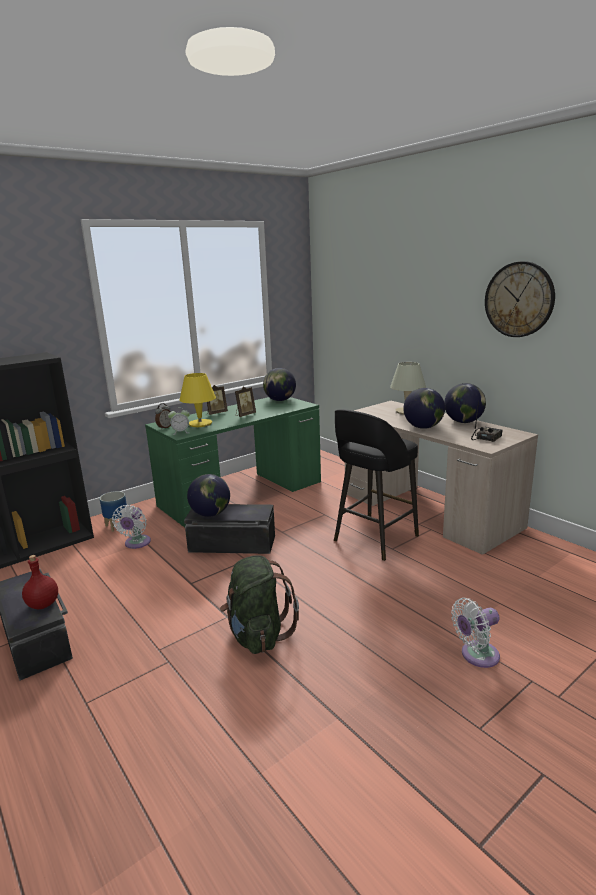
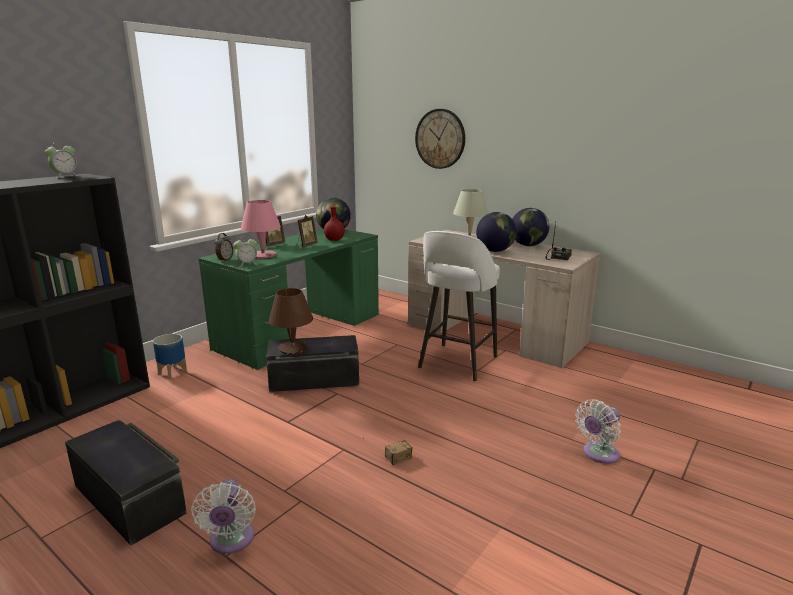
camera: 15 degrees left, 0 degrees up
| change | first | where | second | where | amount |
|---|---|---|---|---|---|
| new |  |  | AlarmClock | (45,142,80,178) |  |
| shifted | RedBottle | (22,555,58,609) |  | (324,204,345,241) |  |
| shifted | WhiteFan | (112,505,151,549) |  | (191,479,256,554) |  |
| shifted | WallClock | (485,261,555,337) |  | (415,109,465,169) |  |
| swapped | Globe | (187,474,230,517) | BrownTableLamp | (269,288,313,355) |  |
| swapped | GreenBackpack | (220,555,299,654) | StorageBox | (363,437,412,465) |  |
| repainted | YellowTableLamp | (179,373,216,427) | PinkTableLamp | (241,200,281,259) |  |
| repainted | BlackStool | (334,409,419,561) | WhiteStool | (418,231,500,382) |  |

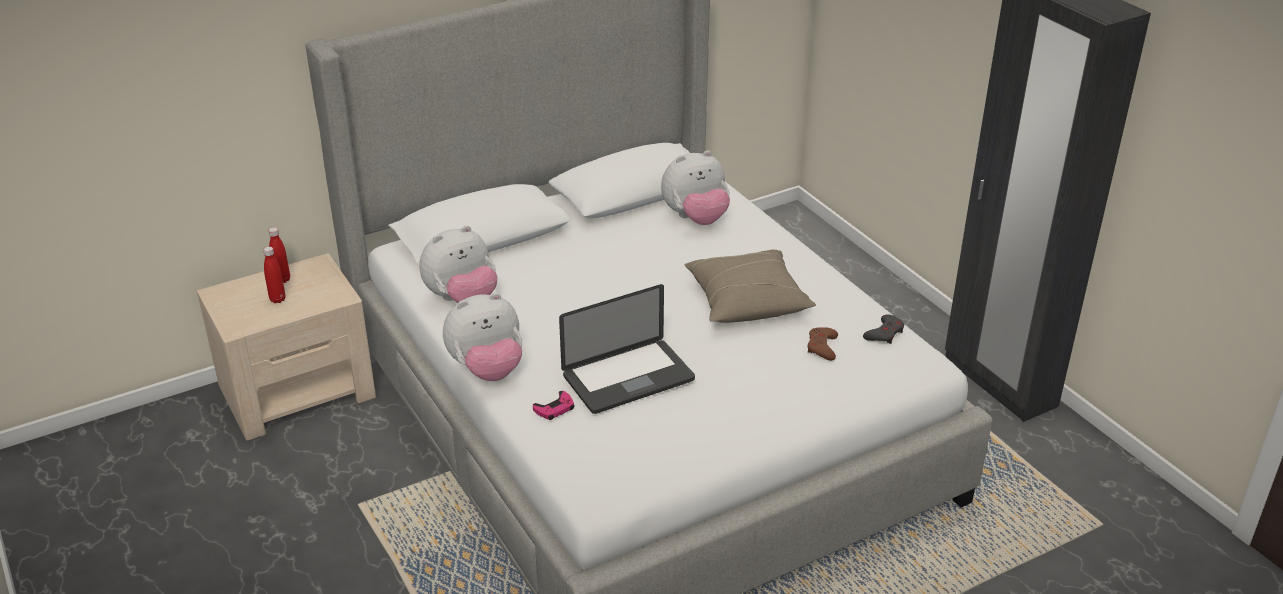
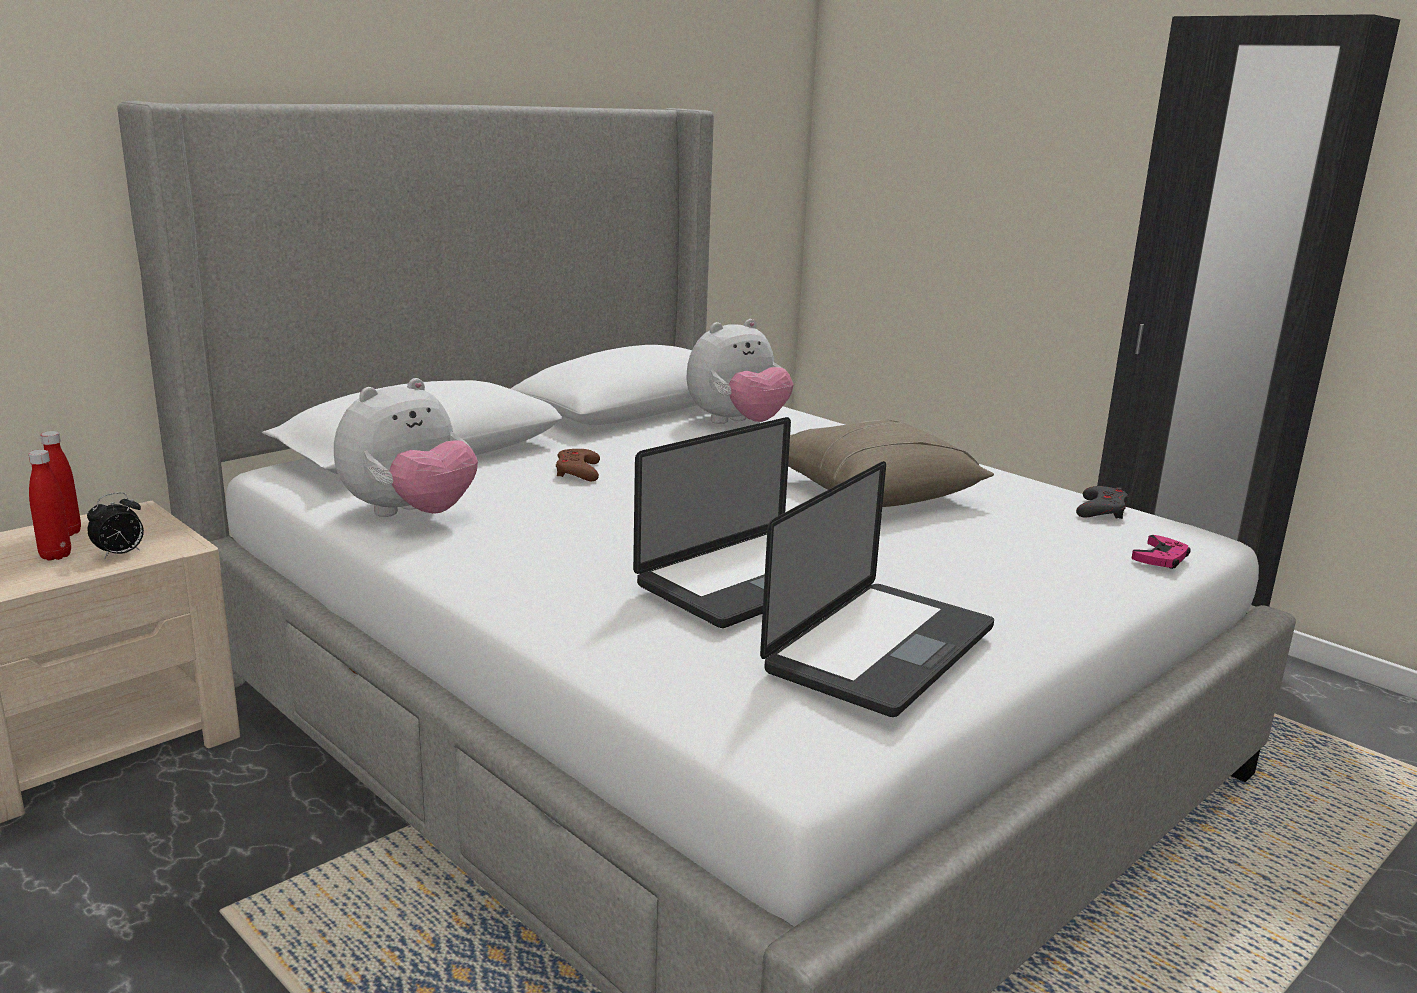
camera: 15 degrees left, 15 degrees down
| change | first | where | second | where | amount |
|---|---|---|---|---|---|
| gone | PlushToy | (443,293,522,381) |  |  |  |
| new |  |  | AlarmClock | (87,492,144,560) |  |
| new |  |  | Laptop | (760,461,994,717) |  |
| shifted | PinkGameController | (533,391,574,420) |  | (1132,535,1191,569) |  |
| shifted | BrownGameController | (807,327,838,361) |  | (556,449,600,481) |  |

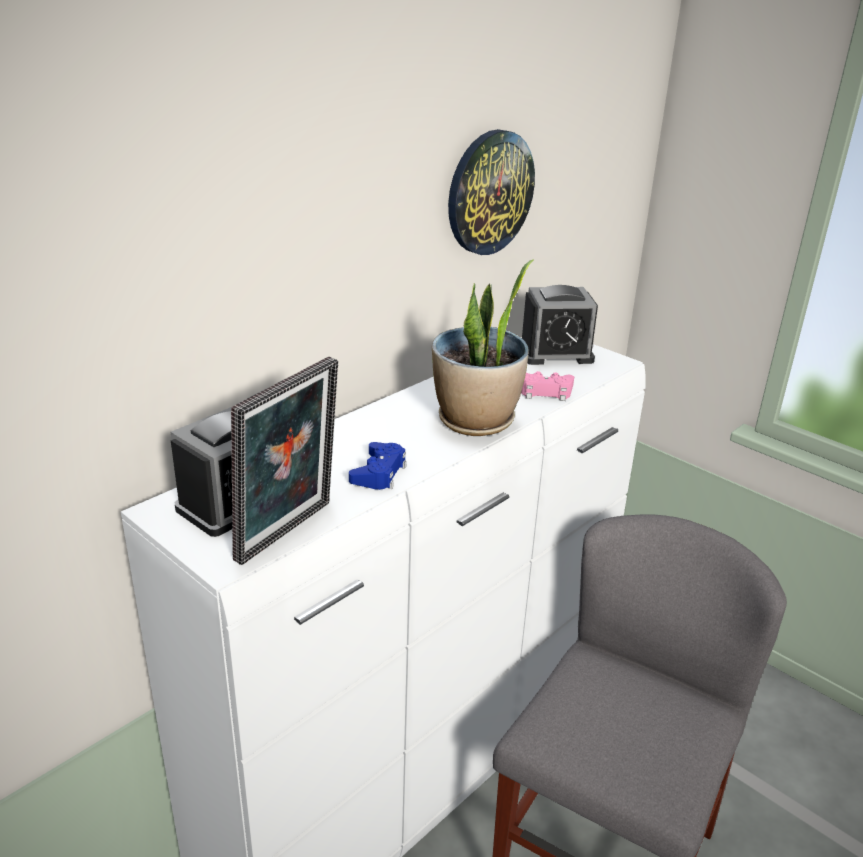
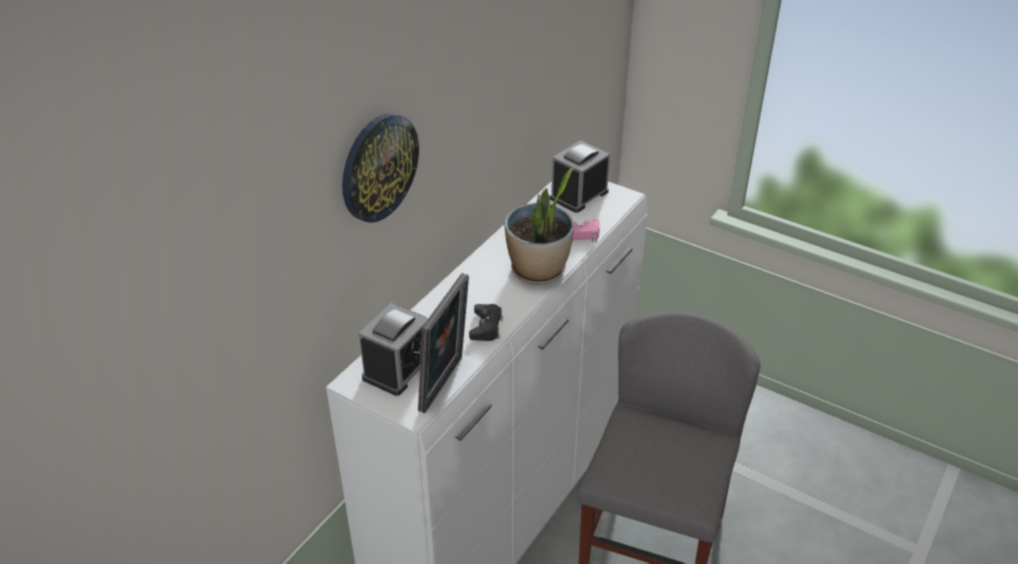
camera: 10 degrees left, 10 degrees up
| change | first | where | second | where | amount |
|---|---|---|---|---|---|
| shifted | WallClock | (448,129,535,255) |  | (342,113,419,223) |  |
| repainted | BlueGameController | (349,442,407,490) | BlackGameController | (469,304,503,341) |  |
| rotated | AlarmClock | (522,285,598,365) |  | (550,140,610,213) | 150 degrees clockwise |

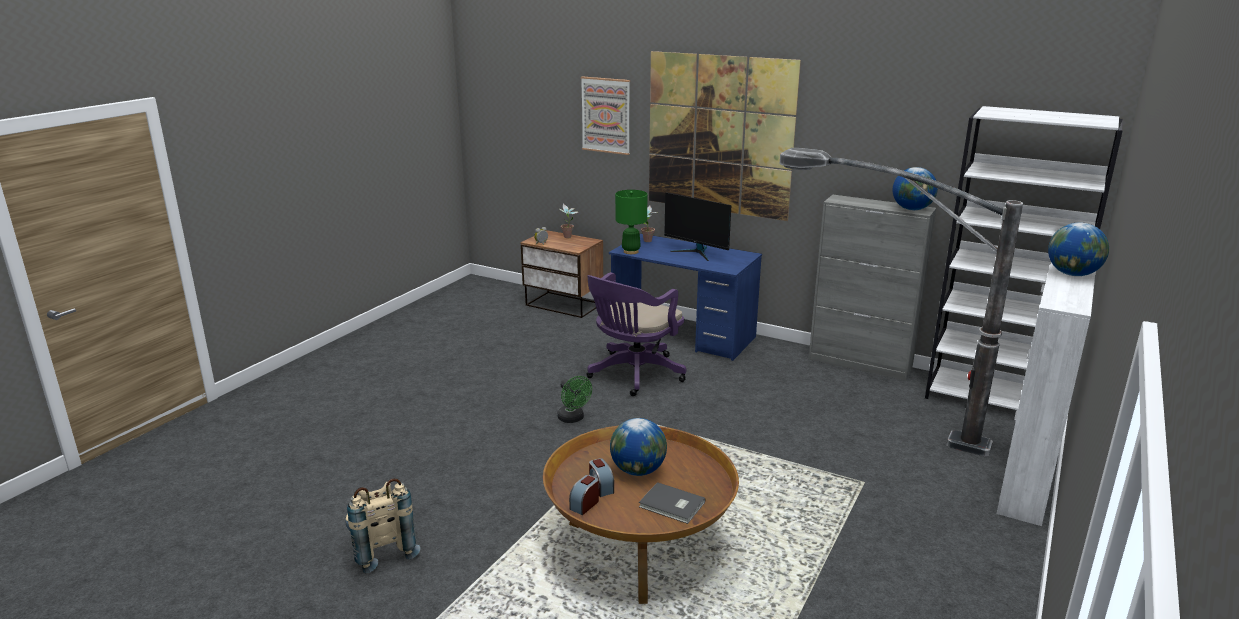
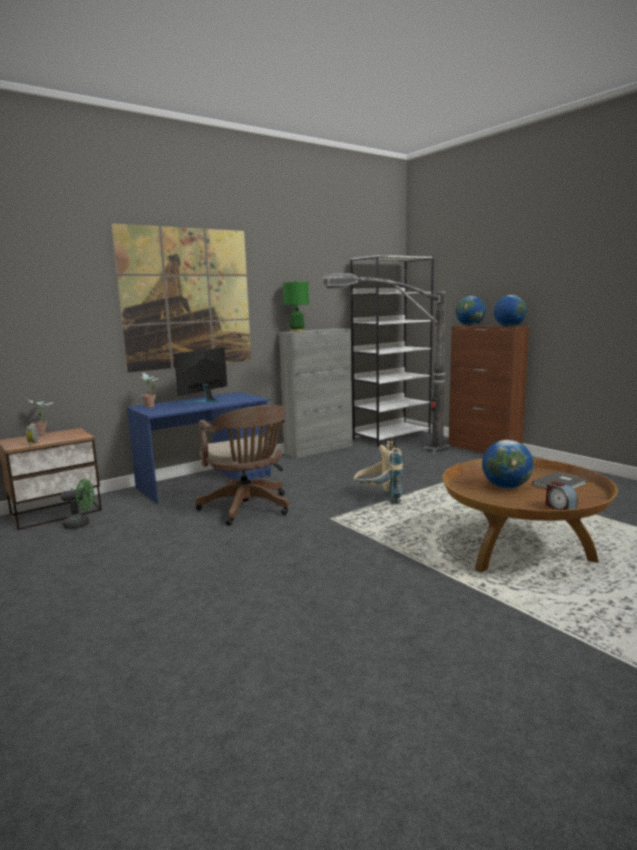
camera: 65 degrees left, 10 degrees down
| change | first | where | second | where | amount |
|---|---|---|---|---|---|
| gone | Picture | (581,76,630,155) |  |  |  |
| gone | AlarmClock | (589,458,614,497) |  |  |  |
| shifted | BeigeBackpack | (345,478,420,573) |  | (354,437,403,504) |  |
| shifted | GreenFan | (557,376,592,423) |  | (61,479,94,529) |  |
| shifted | GreenTableLamp | (615,190,648,254) |  | (283,280,309,332) |  |
| shifted | Globe | (893,167,938,210) |  | (494,295,527,327) |  |
| repainted | PurpleOfficeChair | (586,272,686,396) | BrownOfficeChair | (195,405,289,526) |  |
| repainted | WhiteCabinet | (997,264,1096,526) | BrownCabinet | (449,325,529,453) |  |
| rotated | Monitor | (664,192,731,261) |  | (174,347,227,403) | 150 degrees clockwise |

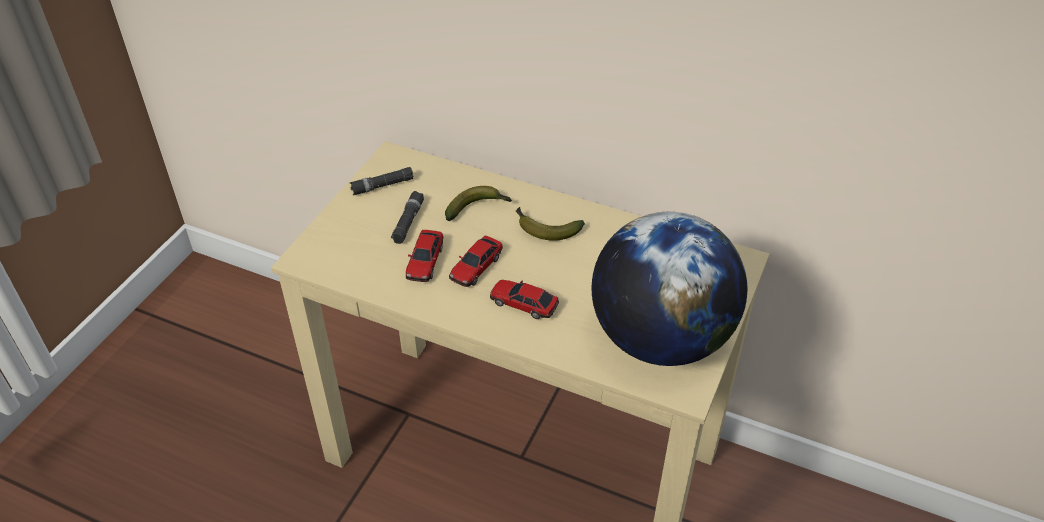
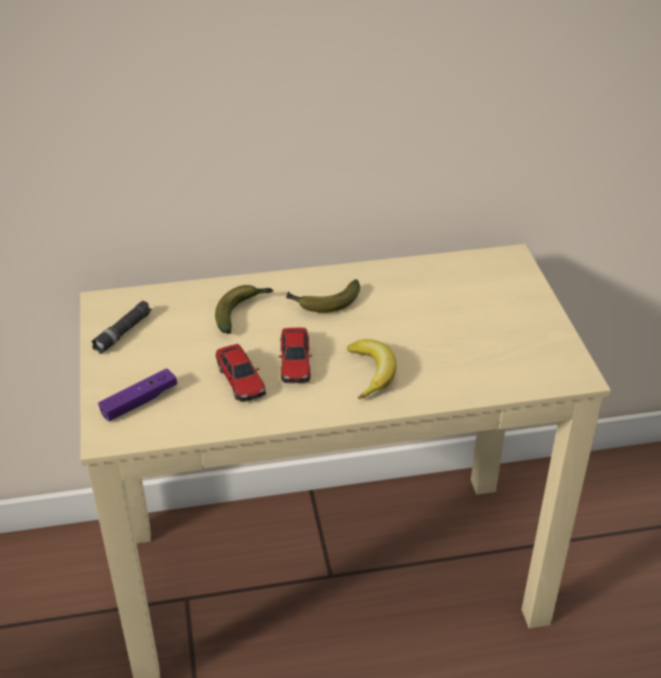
camera: 35 degrees left, 5 degrees down
| change | first | where | second | where | amount |
|---|---|---|---|---|---|
| gone | BlackFlashlight | (391,191,424,244) |  |  |  |
| gone | Globe | (592,212,748,366) |  |  |  |
| new |  |  | PurpleGameController | (98,368,177,421) |  |
| swapped | ToyCar | (490,280,559,319) | Banana | (347,339,397,399) |  |

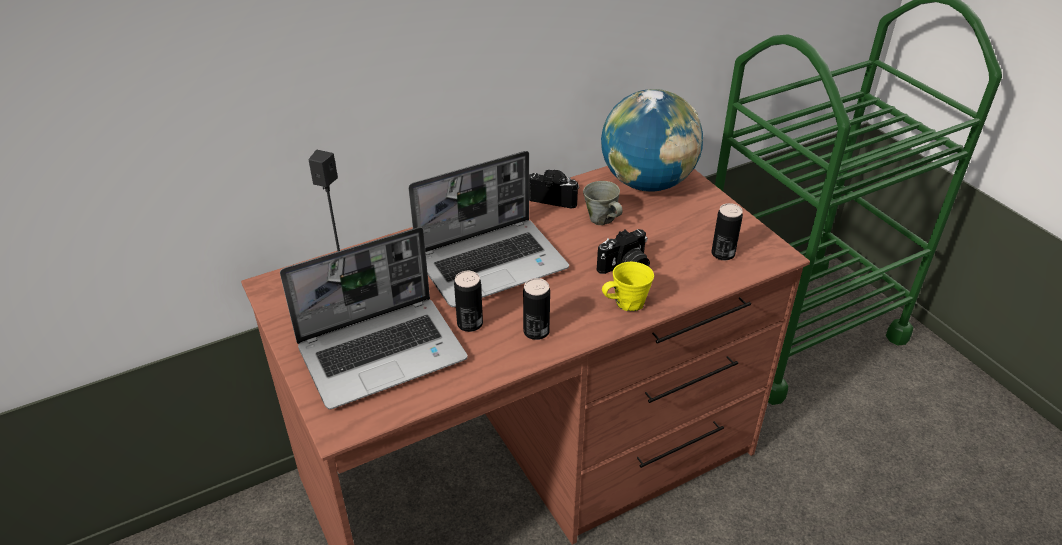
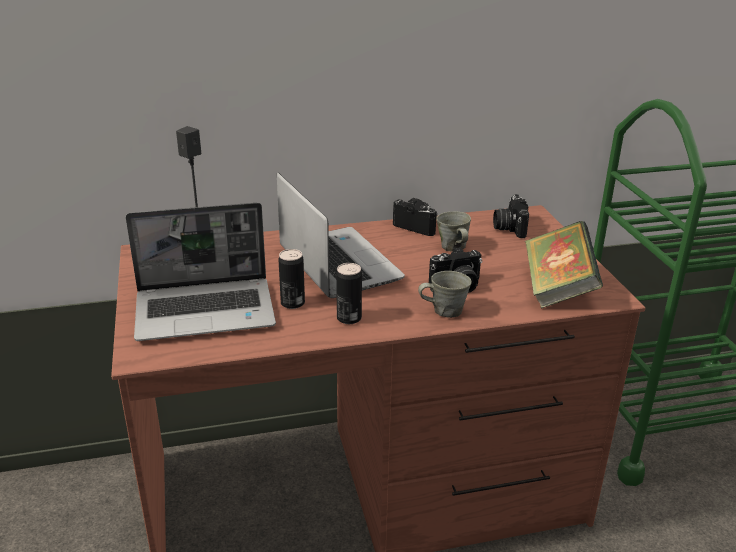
camera: 15 degrees right, 10 degrees down
| change | first | where | second | where | amount |
|---|---|---|---|---|---|
| swapped | Globe | (601,89,703,192) | PhotoCamera | (493,194,529,238) |  |
| swapped | Can | (711,203,743,260) | Book | (525,221,603,309) |  |
| repainted | YellowMug | (602,262,654,311) | GreyMug | (418,271,471,318) |  |
| rotated | Laptop | (408,151,569,307) |  | (277,172,405,298) | 105 degrees counterclockwise |

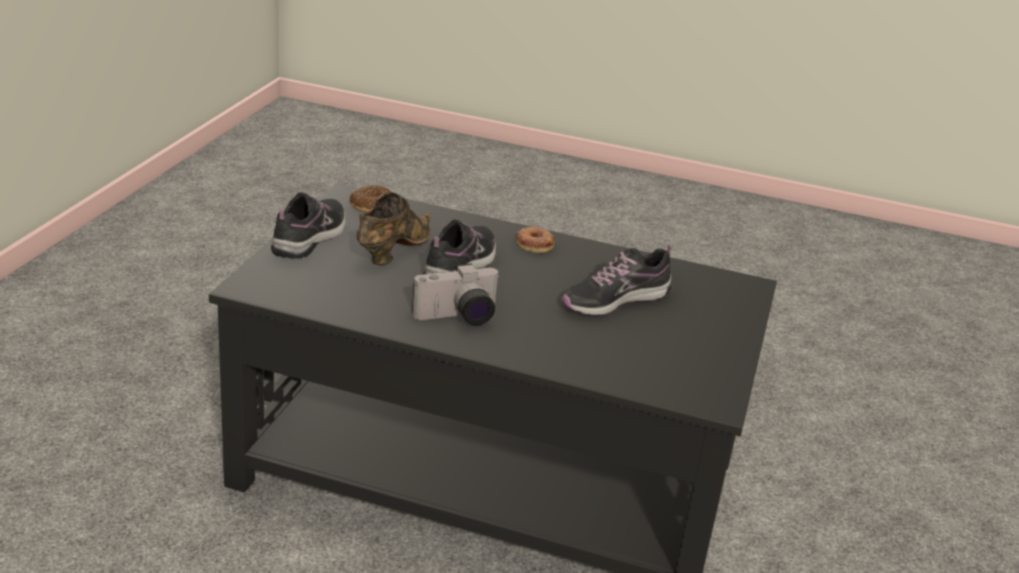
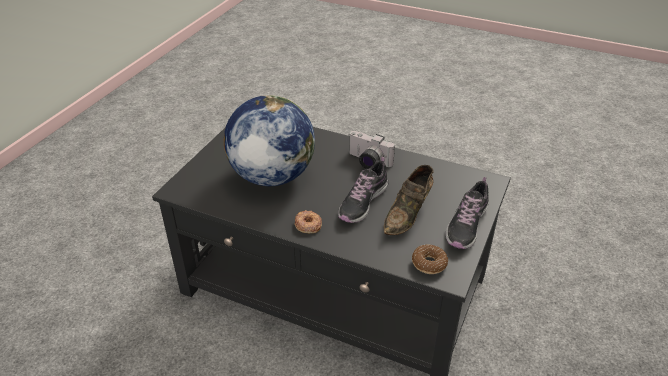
camera: 170 degrees left, 10 degrees up
| change | first | where | second | where | amount |
|---|---|---|---|---|---|
| swapped | Shoe | (561,244,671,316) | Globe | (224,95,315,186) |  |
| rotated | PhotoCamera | (412,263,500,326) |  | (349,131,395,169) | 135 degrees counterclockwise |

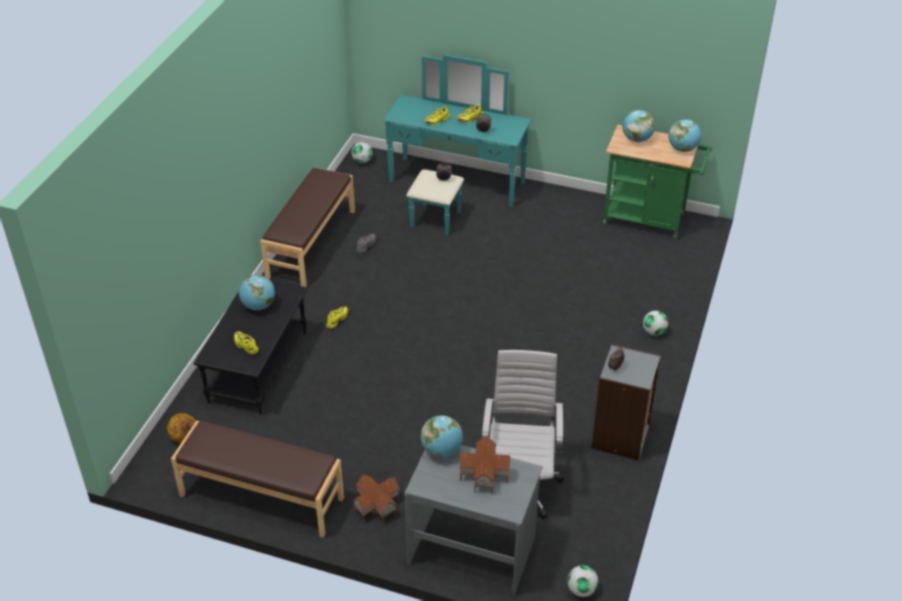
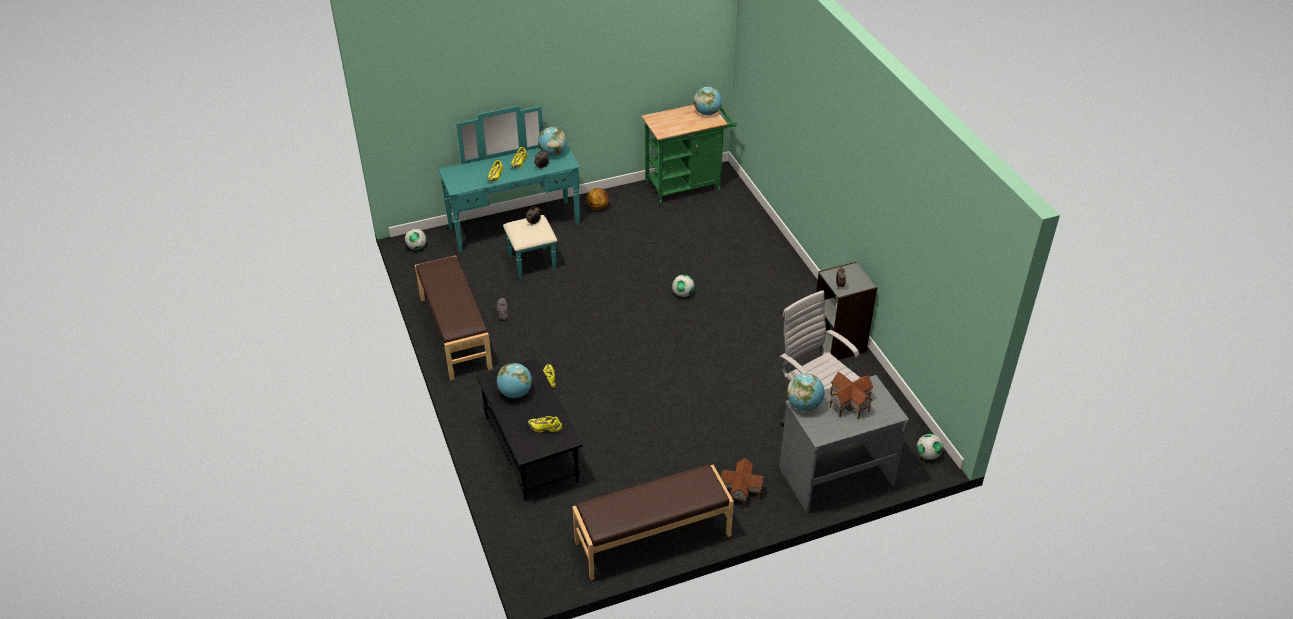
camera: 40 degrees left, 0 degrees up
| change | first | where | second | where | amount |
|---|---|---|---|---|---|
| shifted | Basketball | (167,413,196,443) |  | (587,188,609,210) |  |
| shifted | Globe | (623,110,655,142) |  | (538,127,567,156) |  |
| shifted | Football | (643,311,668,336) |  | (672,275,694,297) |  |

